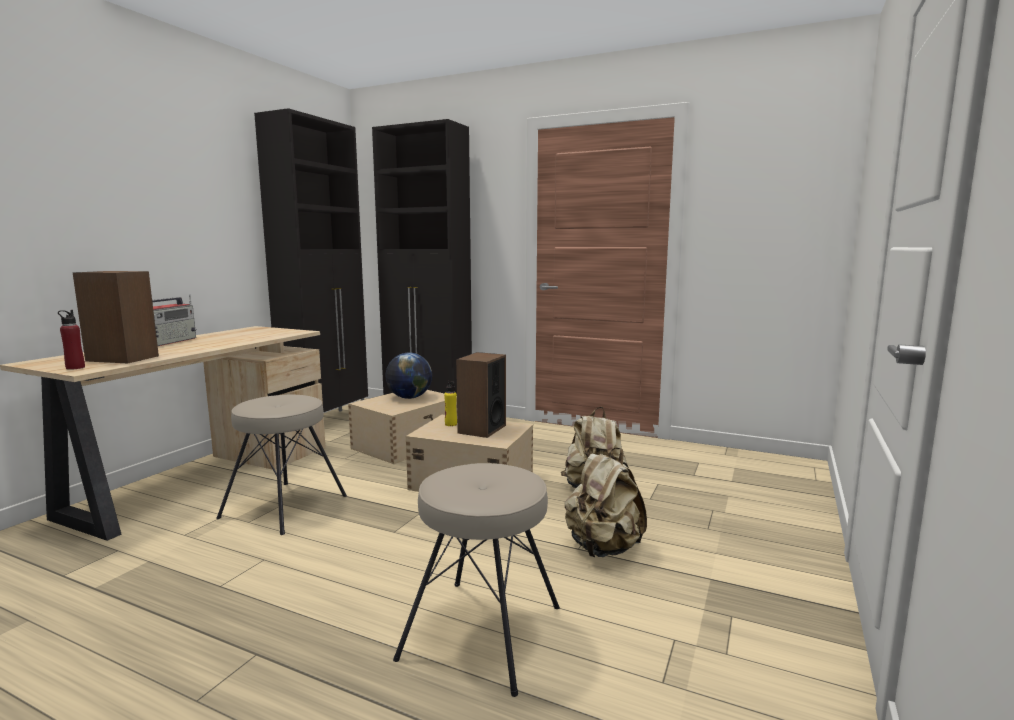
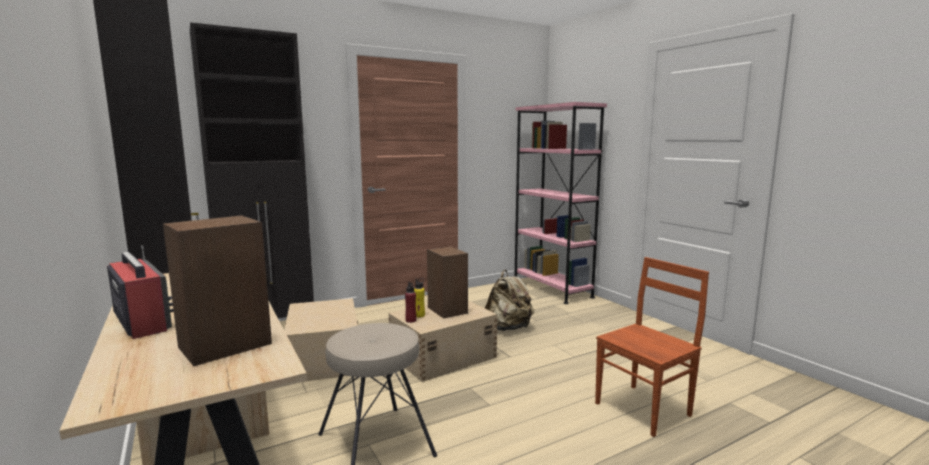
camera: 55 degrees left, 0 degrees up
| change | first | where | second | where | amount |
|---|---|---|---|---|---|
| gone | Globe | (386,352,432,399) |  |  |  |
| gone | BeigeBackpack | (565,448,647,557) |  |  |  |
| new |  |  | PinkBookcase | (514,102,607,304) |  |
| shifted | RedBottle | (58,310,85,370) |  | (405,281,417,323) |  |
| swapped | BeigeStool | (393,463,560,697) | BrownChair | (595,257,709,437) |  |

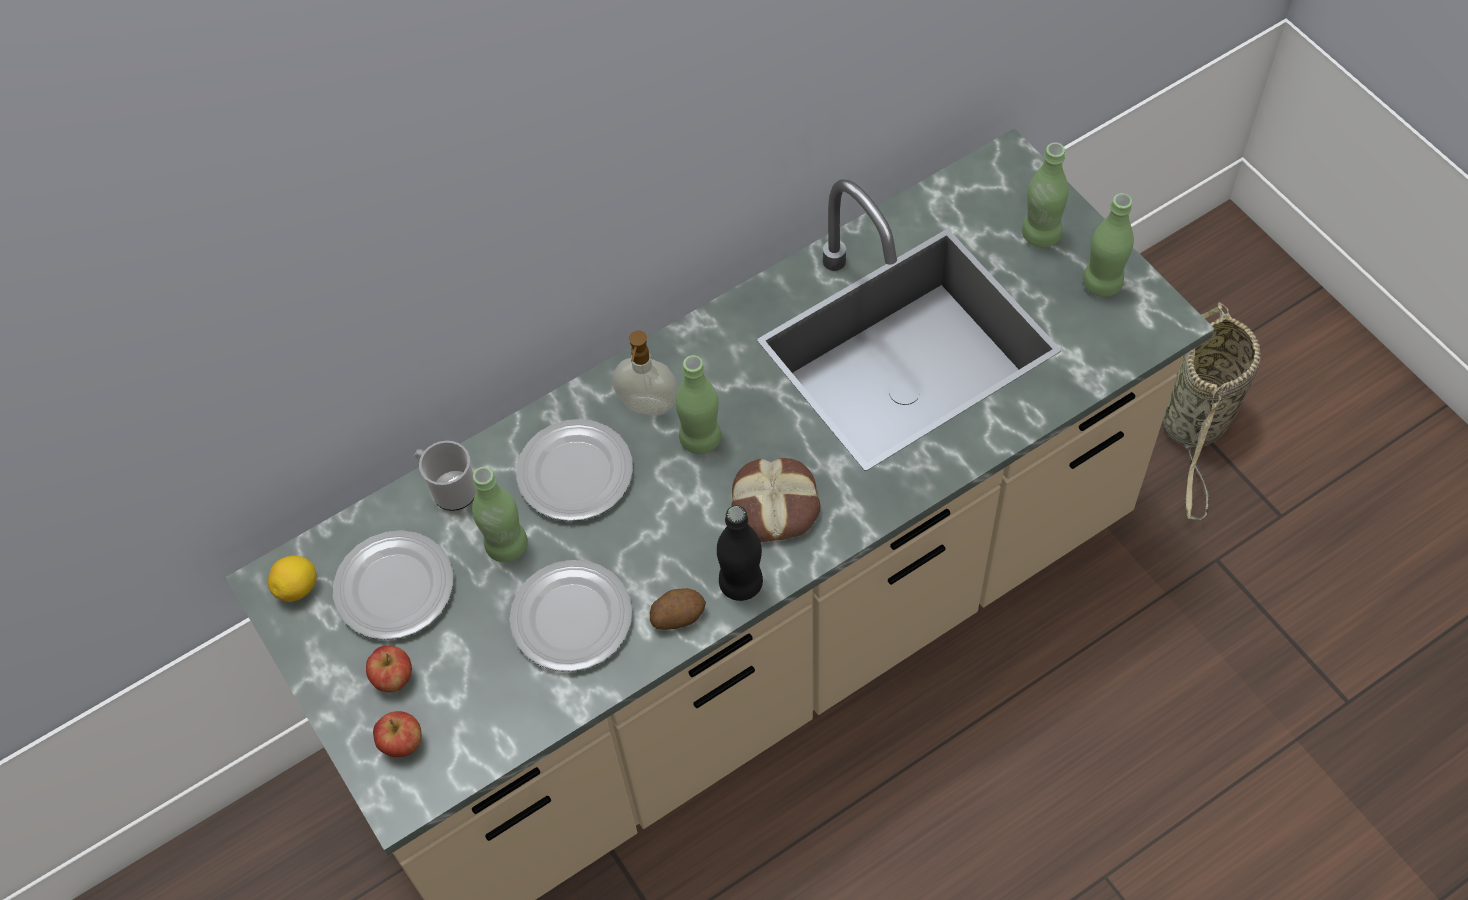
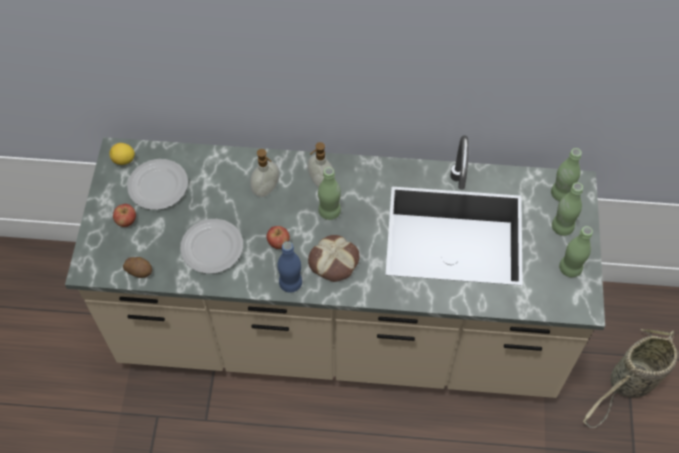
camera: 35 degrees right, 0 degrees up
| change | first | where | second | where | amount |
|---|---|---|---|---|---|
| gone | Mug | (415,441,477,511) |  |  |  |
| shifted | Apple | (373,711,422,757) |  | (266,226,290,249) |  |
| shifted | GreenBottle | (472,467,528,562) |  | (551,148,582,201) |  |
| shifted | Potato | (650,588,706,630) |  | (123,257,152,278) |  |
| swapped | Plate | (516,419,633,521) | SoapDispenser | (250,149,279,197) |  |
| repainted | BlackBottle | (717,505,763,601) | BlueBottle | (277,241,302,293) |  |

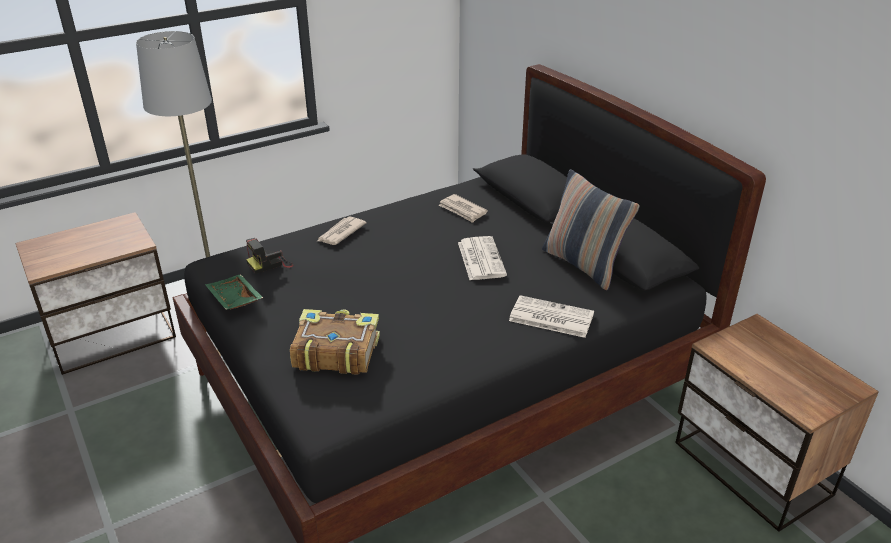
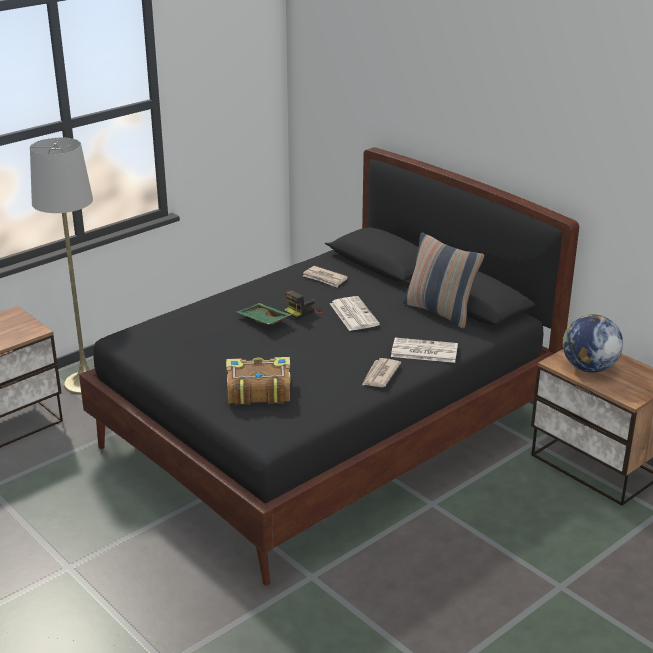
camera: 10 degrees left, 5 degrees down
| change | first | where | second | where | amount |
|---|---|---|---|---|---|
| new |  |  | Globe | (563,314,623,373) |  |
| shifted | GreenTray | (205,274,263,310) |  | (236,303,292,325) |  |
| shifted | PhotoCamera | (246,238,294,274) |  | (284,290,323,320) |  |
| shifted | Newspaper | (318,217,367,245) |  | (362,358,401,387) |  |

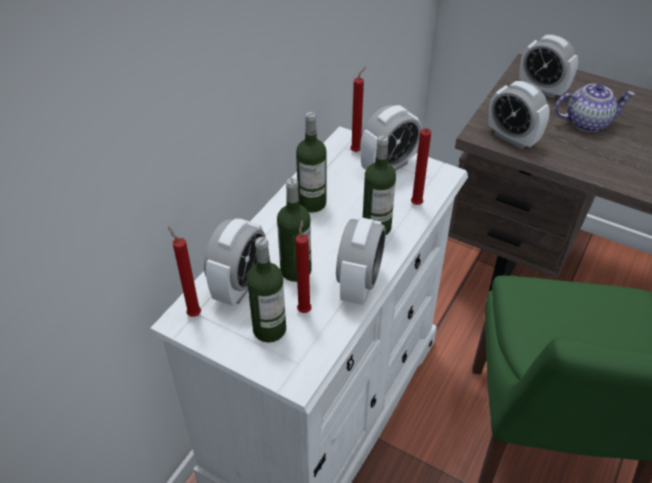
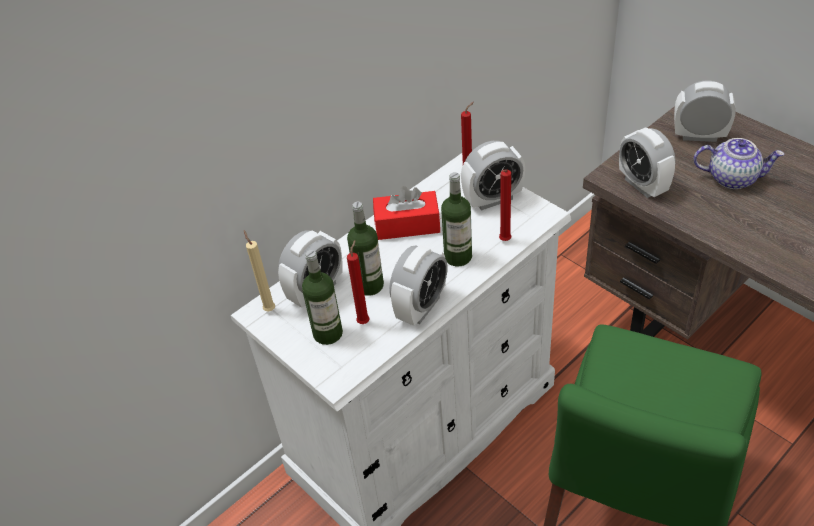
camera: 20 degrees right, 0 degrees up
| change | first | where | second | where | amount |
|---|---|---|---|---|---|
| swapped | Bottle | (296,112,326,213) | RedTissueBox | (373,186,440,240) |  |
| repainted | RedCandle | (168,227,201,317) | BeigeCandle | (244,230,275,311) |  |
| rotated | AlarmClock | (519,35,578,99) |  | (674,80,736,142) | 135 degrees clockwise |

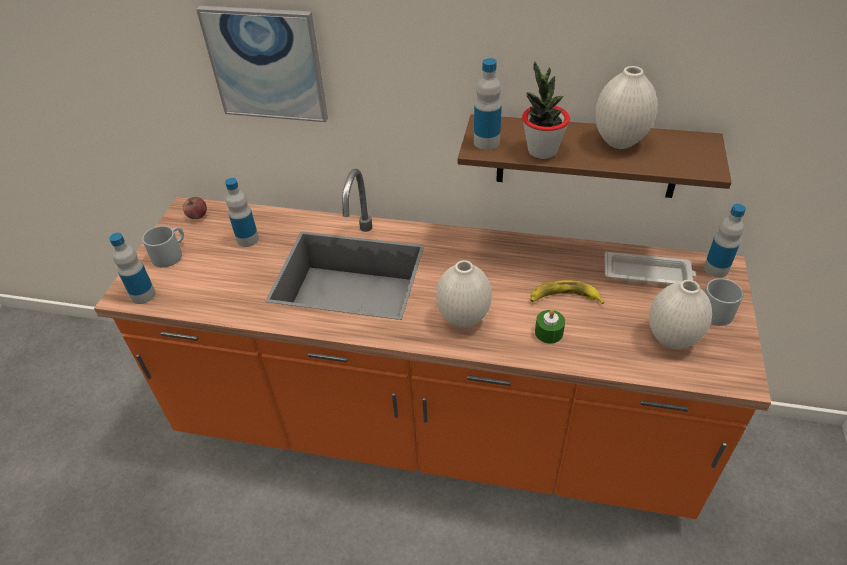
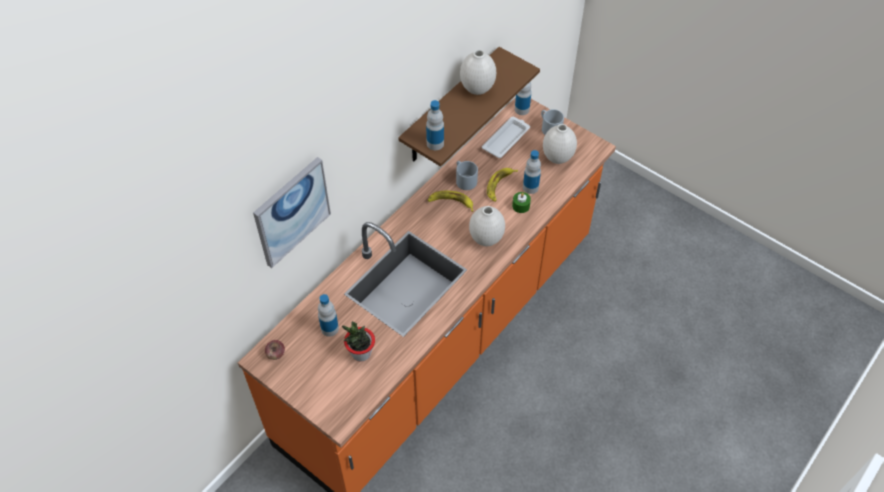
camera: 65 degrees left, 10 degrees up
| change | first | where | second | where | amount |
|---|---|---|---|---|---|
| new |  |  | Banana | (428,191,473,212) |  |
| shifted | Bottle | (109,233,156,304) |  | (523,150,541,194) |  |
| shifted | GreyMug | (142,226,184,268) |  | (456,161,478,190) |  |
| shifted | PottedPlant | (522,61,570,159) |  | (342,321,375,362) |  |

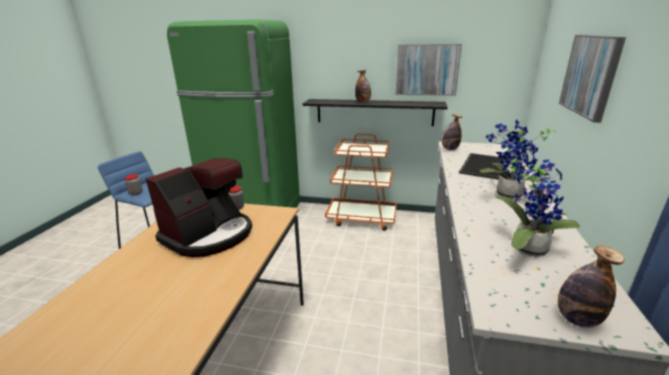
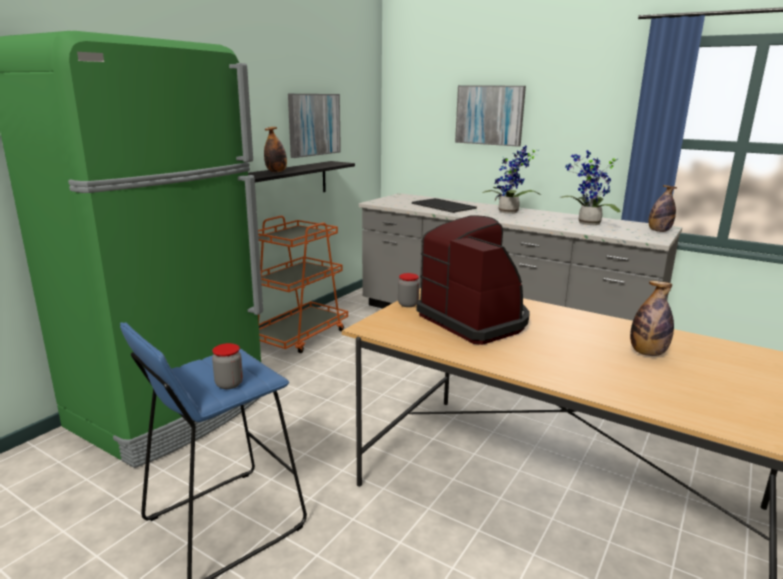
camera: 70 degrees left, 5 degrees down
| change | first | where | second | where | amount |
|---|---|---|---|---|---|
| shifted | Bottle | (442,114,462,150) |  | (630,281,674,356) |  |

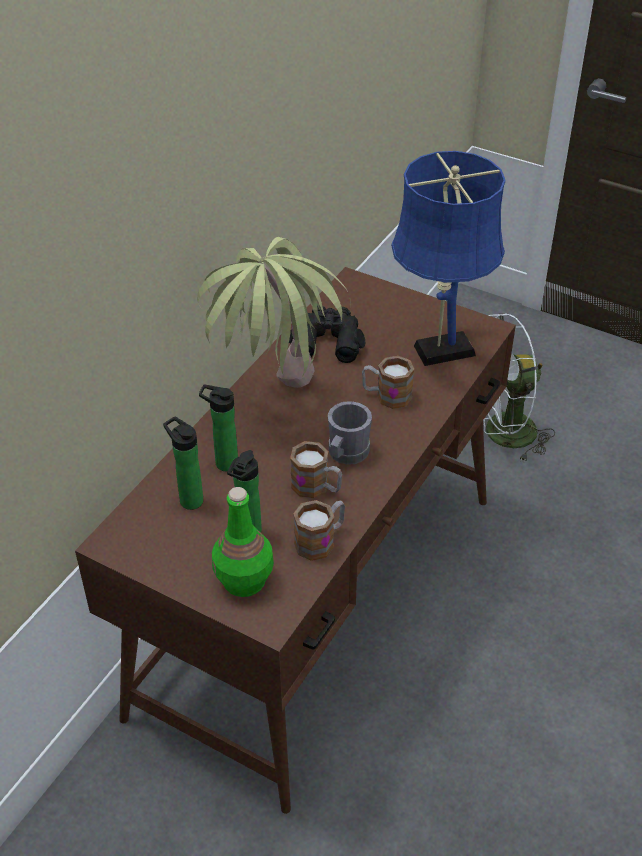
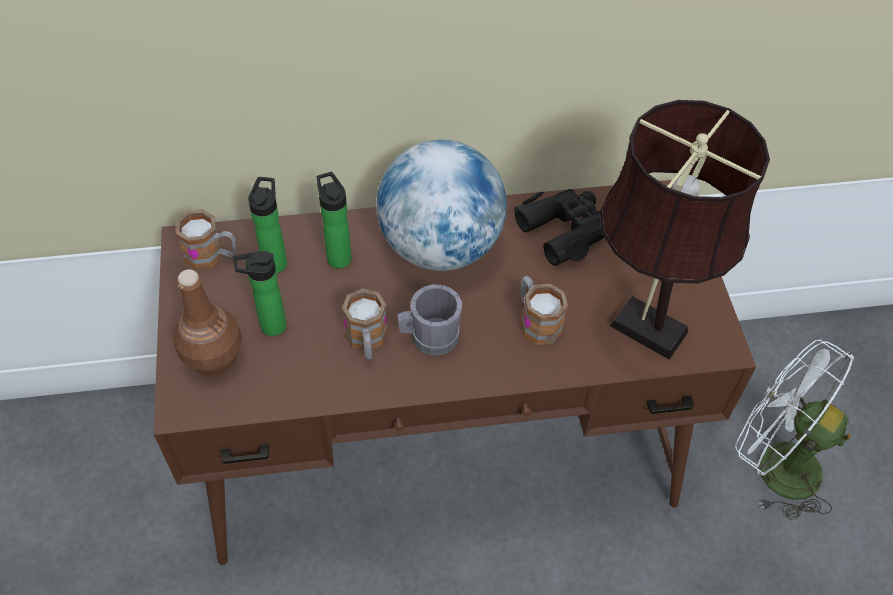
camera: 50 degrees right, 10 degrees up
| change | first | where | second | where | amount |
|---|---|---|---|---|---|
| shifted | Mug | (293,500,345,561) |  | (176,209,237,269) |  |
| swapped | PottedPlant | (197,237,351,388) | Globe | (376,140,507,271) |  |
| repainted | GreenBottle | (212,487,274,597) | BrownBottle | (173,269,242,377) |  |
| repainted | BlueTableLamp | (391,151,505,366) | BrownTableLamp | (600,100,770,360) |  |

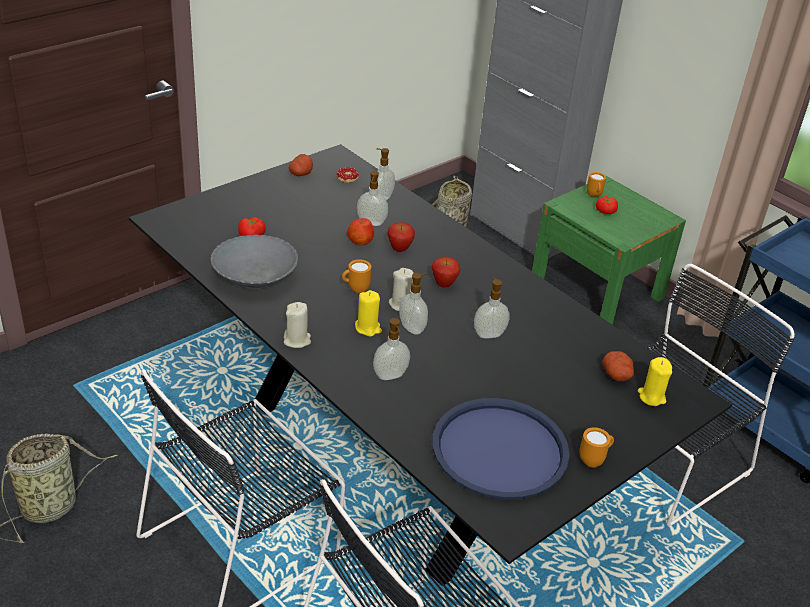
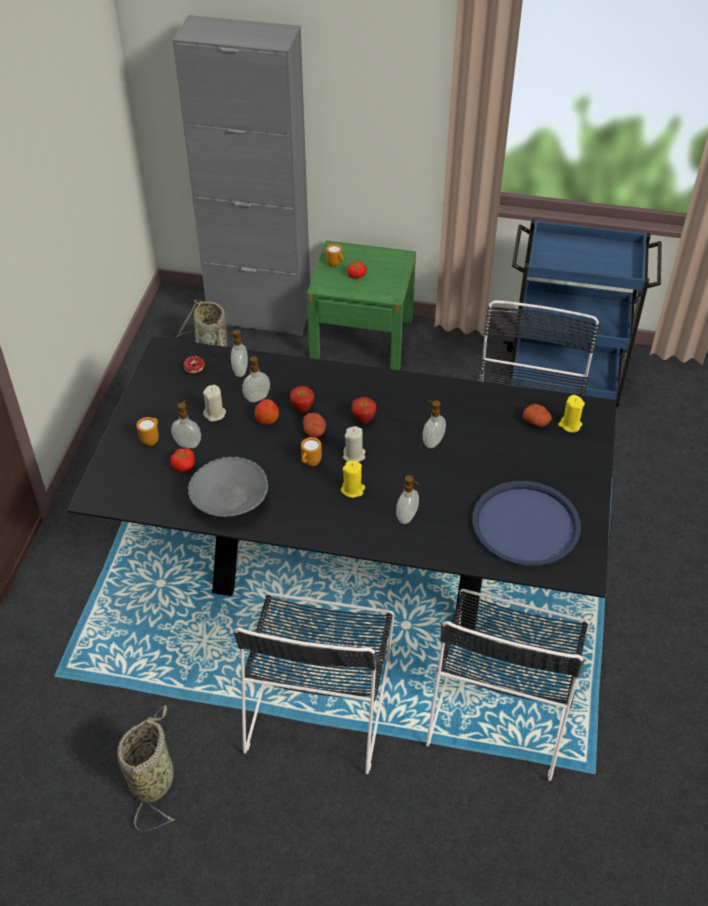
camera: 35 degrees left, 10 degrees up
| change | first | where | second | where | amount |
|---|---|---|---|---|---|
| shifted | BeigeCandle | (284,302,311,348) |  | (203,385,226,421) |  |
| shifted | Potato | (289,154,313,176) |  | (303,413,326,438) |  |
| shifted | SoapDispenser | (399,273,428,335) |  | (171,400,201,448) |  |
| shifted | OrangeMug | (579,427,614,468) |  | (136,417,159,446) |  |

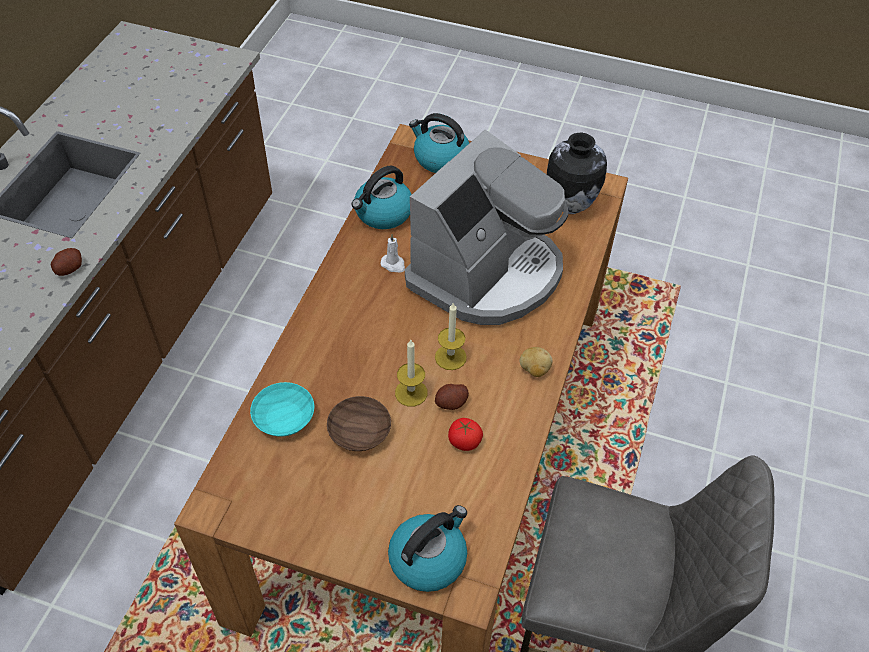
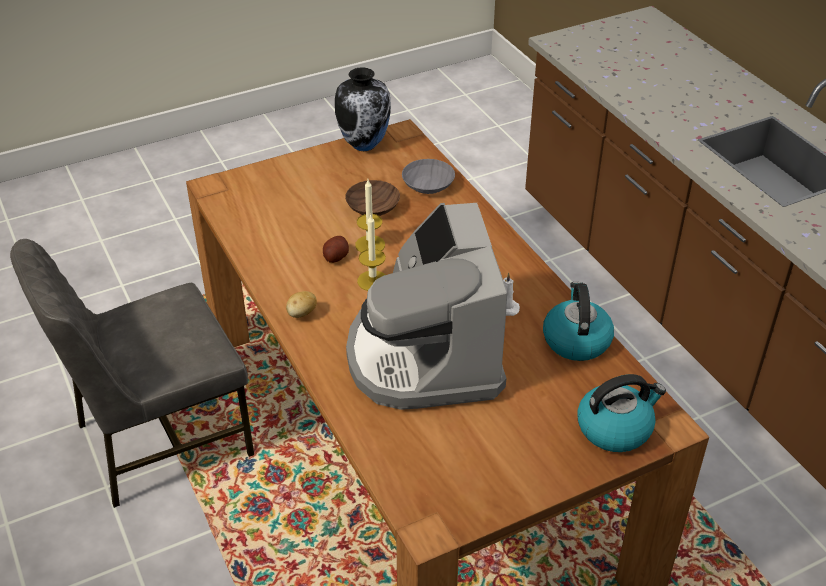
camera: 135 degrees right, 10 degrees down
| change | first | where | second | where | amount |
|---|---|---|---|---|---|
| gone | Potato | (51,248,82,276) |  |  |  |
| gone | Kettle | (388,505,467,592) |  |  |  |
| gone | Tomato | (448,418,483,451) |  |  |  |
| shifted | Vase | (547,133,607,214) |  | (335,67,391,151) |  |
| repainted | TurquoiseBowl | (250,382,314,437) | GreyBowl | (402,159,455,194) |  |

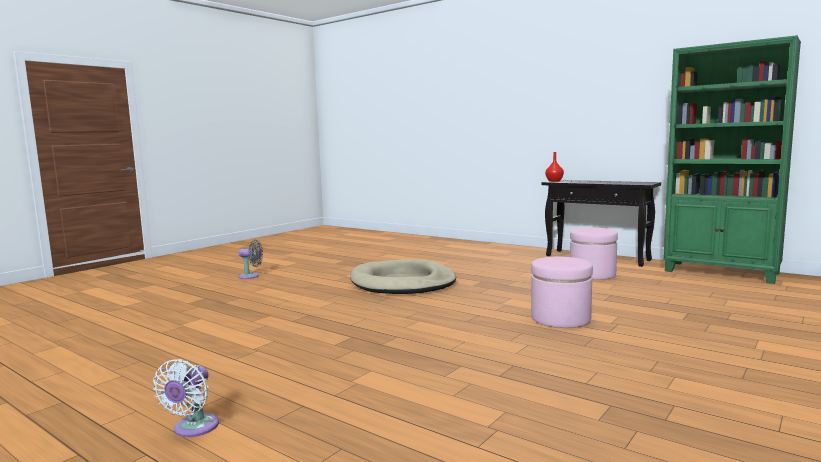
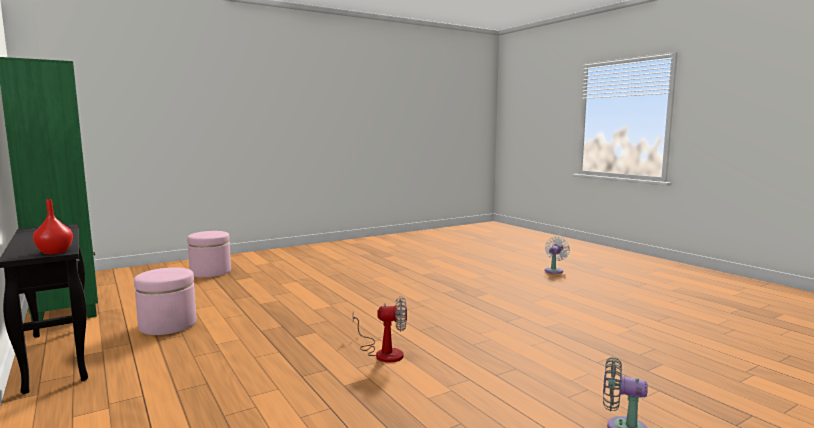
camera: 160 degrees left, 0 degrees up
| change | first | where | second | where | amount |
|---|---|---|---|---|---|
| shifted | PinkOttoman | (531,257,593,328) |  | (187,231,231,278) |  |
| swapped | BeigeDogBed | (350,259,456,294) | Fan | (353,296,407,363) |  |

